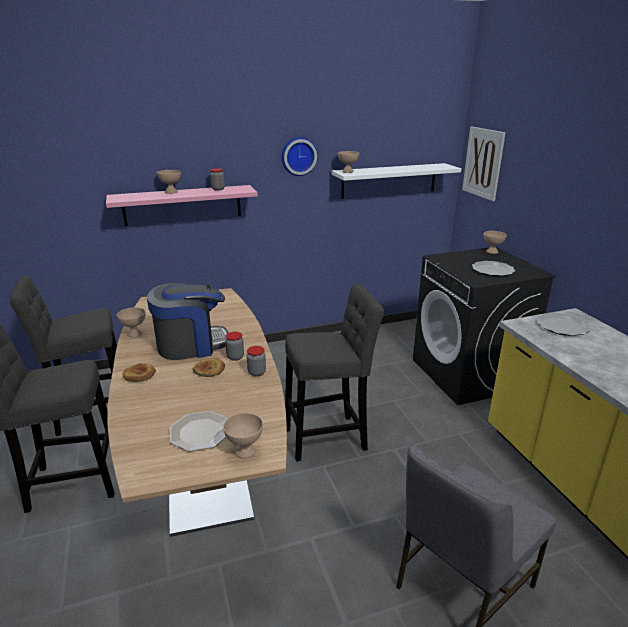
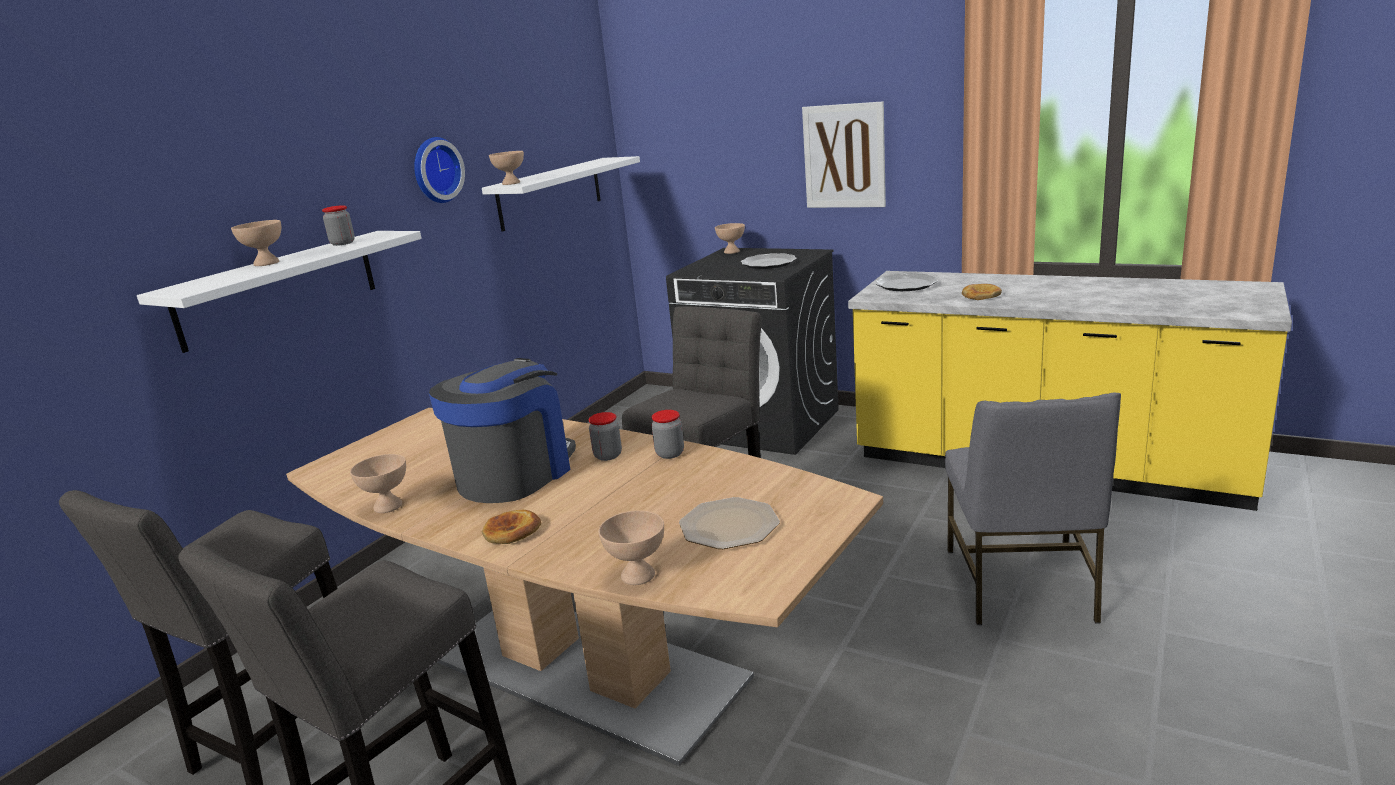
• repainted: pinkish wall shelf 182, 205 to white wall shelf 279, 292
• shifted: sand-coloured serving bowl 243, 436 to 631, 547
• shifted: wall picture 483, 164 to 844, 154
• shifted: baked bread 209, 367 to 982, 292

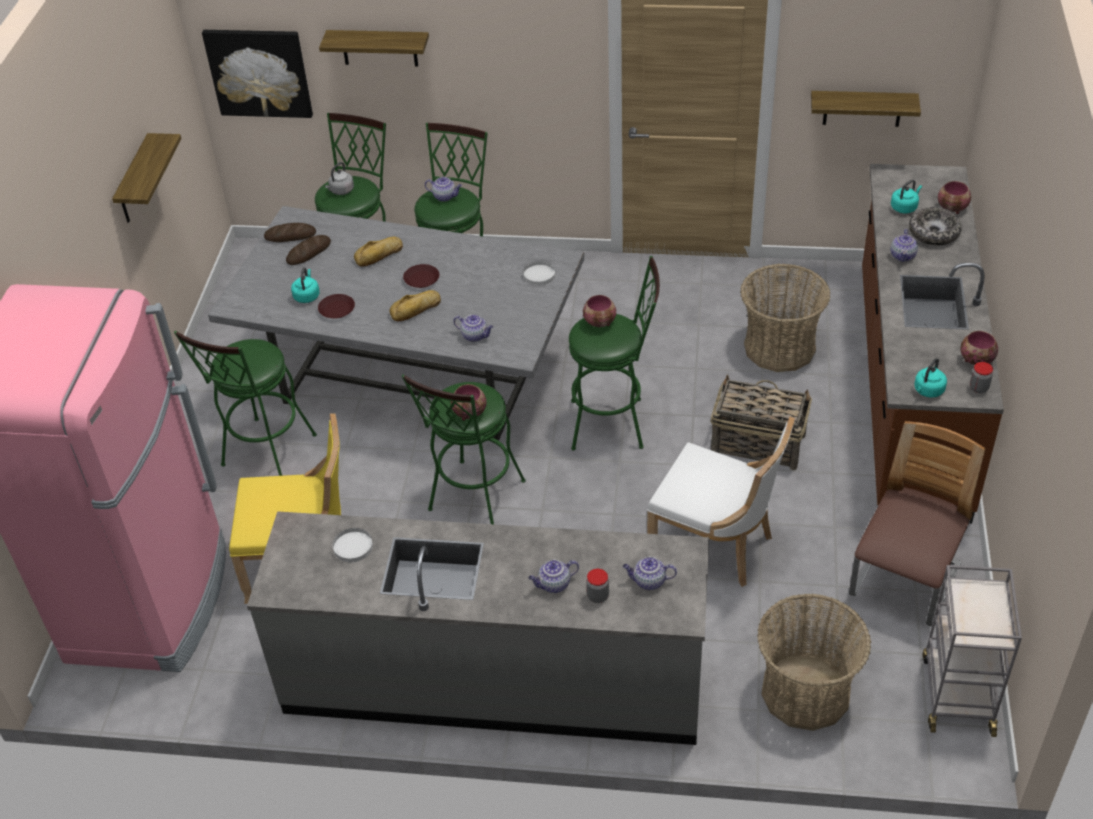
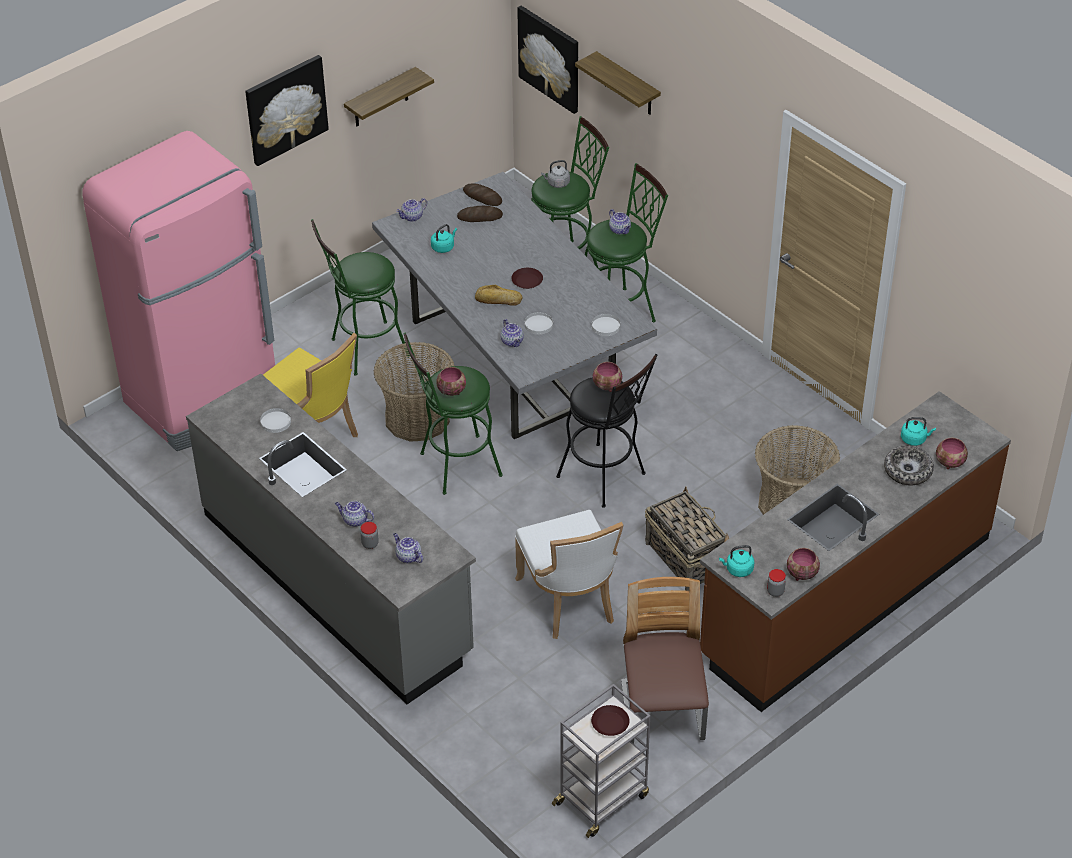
• new: wall picture 287, 110
• shifted: basket 814, 662 to 414, 392
• shifted: tea pot 904, 245 to 411, 210
• new: white plate 539, 323
• repainted: greenish stool 614, 353 to black stool 606, 431
• shifted: brown-coloured plate 336, 306 to 610, 720
• rotated: chair 917, 523 = 665, 660 75 degrees counterclockwise
• gone: baked bread 378, 251
• gone: wall shelf 866, 109

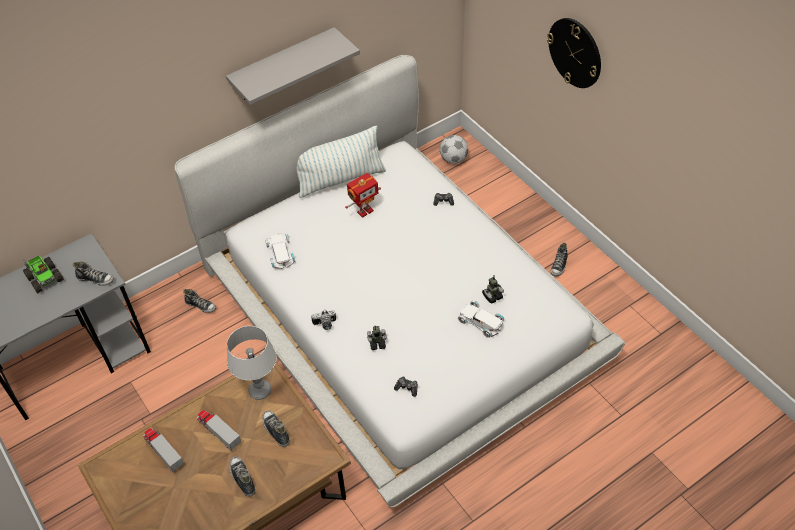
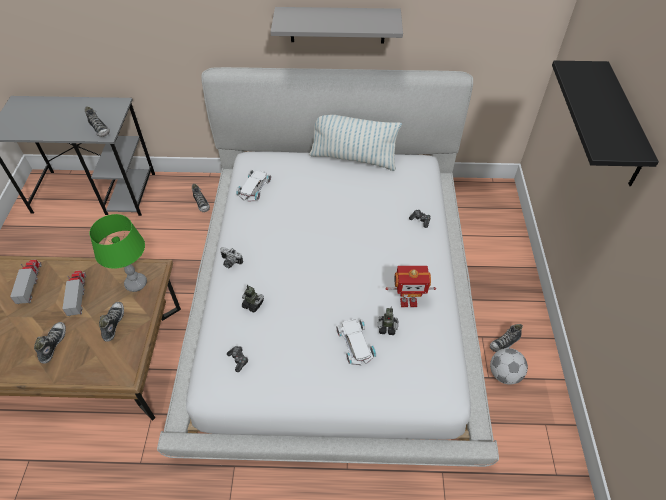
• repainted: greyish lamp for a table 252, 363 to greenish lamp for a table 118, 253
• shifted: robot figure 363, 195 to 410, 286
• shifted: ball for football 454, 149 to 509, 366
• swapped: clock on the wall 574, 53 to black wall shelf 605, 123
• gone: toy lorry 43, 274

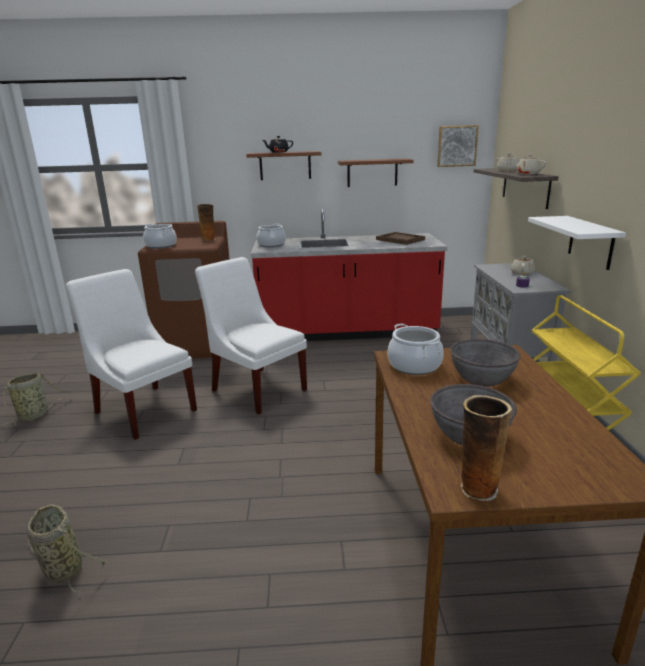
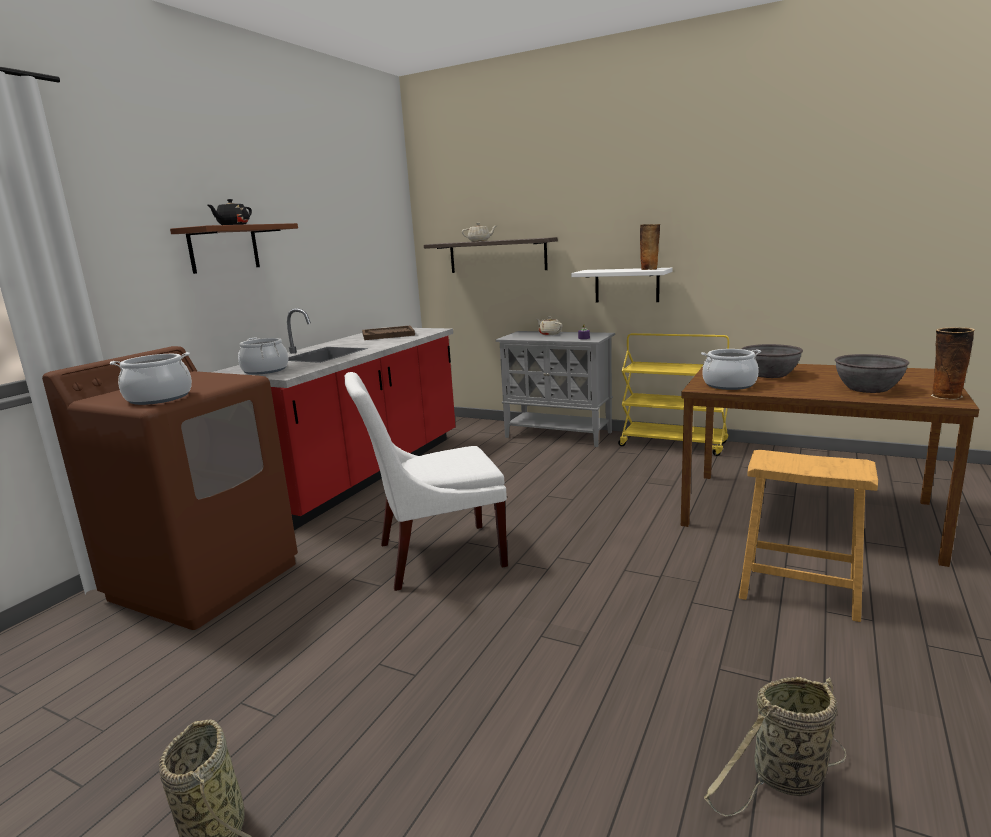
• shifted: vase 206, 222 to 650, 247
• new: brown-coloured stool 808, 536
• gone: white chair 131, 354
• gone: brown-coloured wall shelf 376, 173
• gone: wall picture 458, 146
• gone: sand-coloured tea pot 530, 164

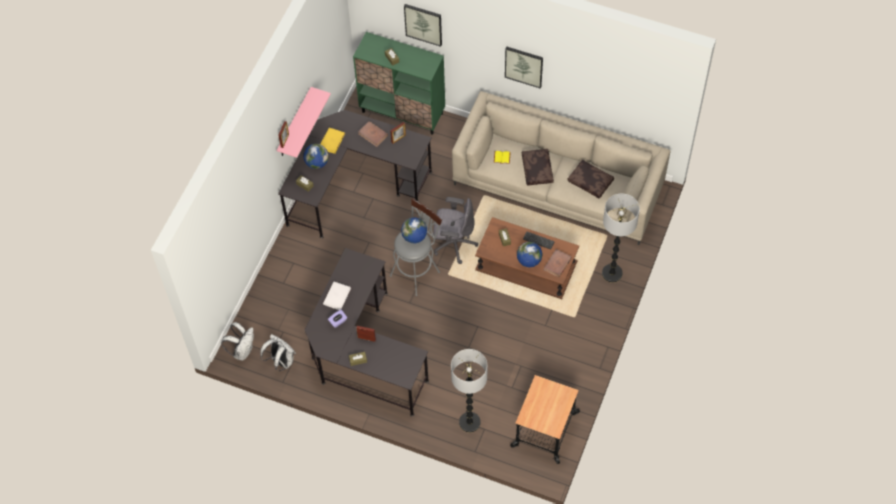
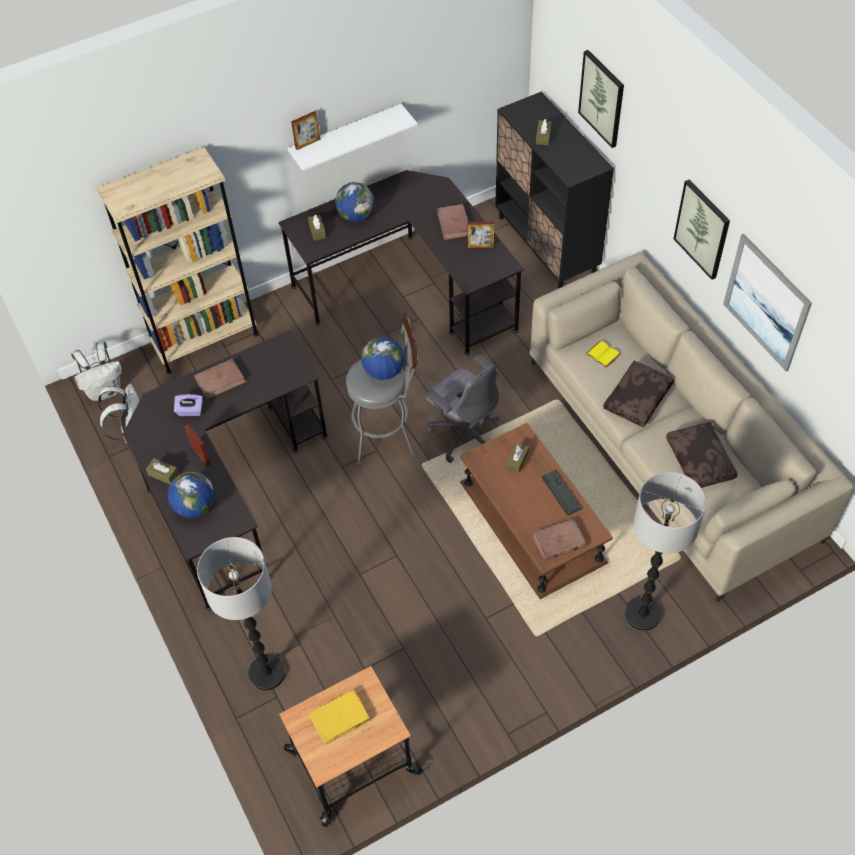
• new: sand-coloured bookshelf 178, 260
• shifted: globe 530, 254 to 191, 495
• repainted: white volume 337, 296 to brown-coloured volume 220, 379
• repainted: pinkish wall shelf 304, 122 to white wall shelf 352, 137
• shifted: yellow-coloured volume 332, 141 to 339, 717
• repainted: greenish cabinet 399, 83 to black cabinet 554, 190
• new: wall picture 767, 302

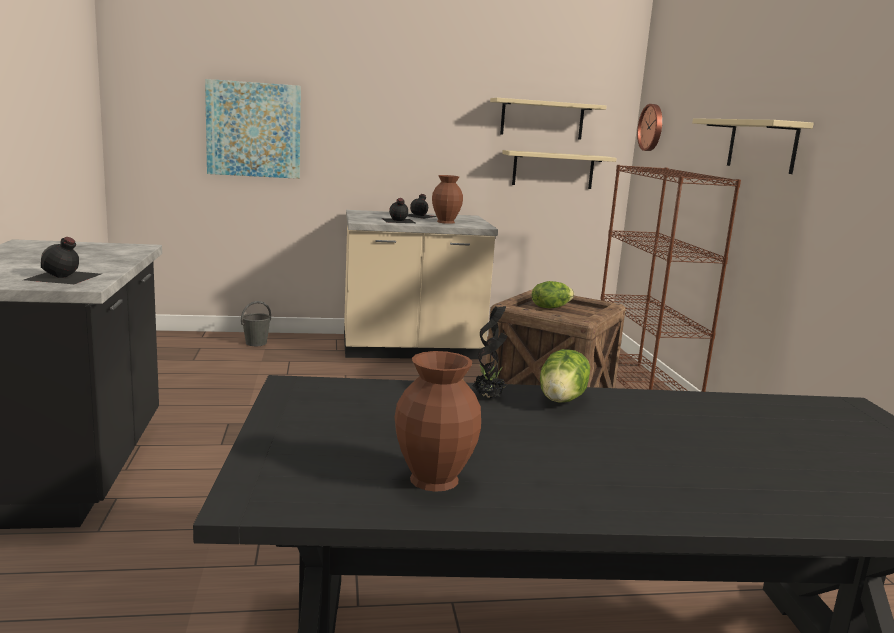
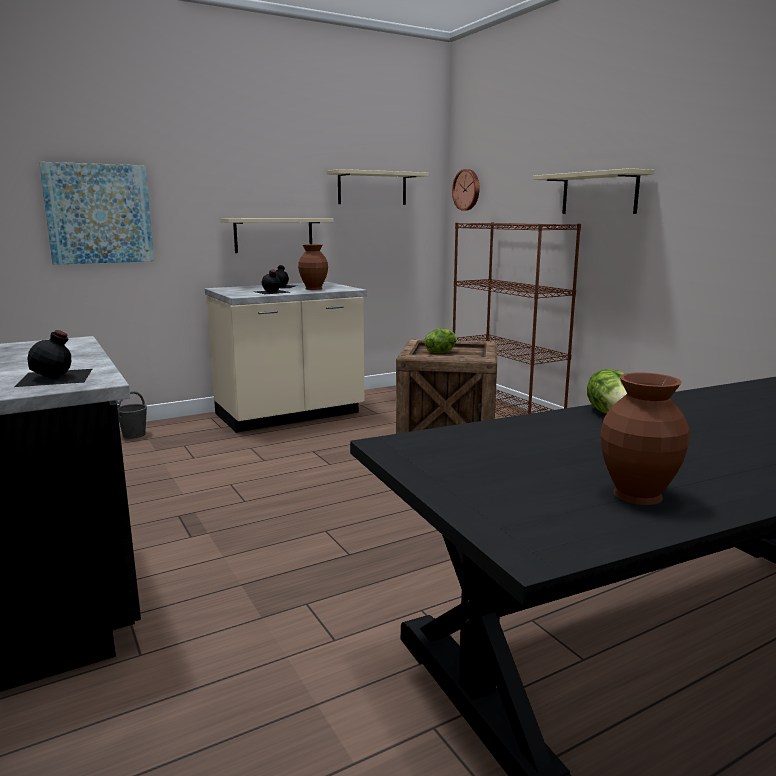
• shifted: sand-coloured wall shelf 559, 169 to 277, 235
• gone: houseplant 489, 352

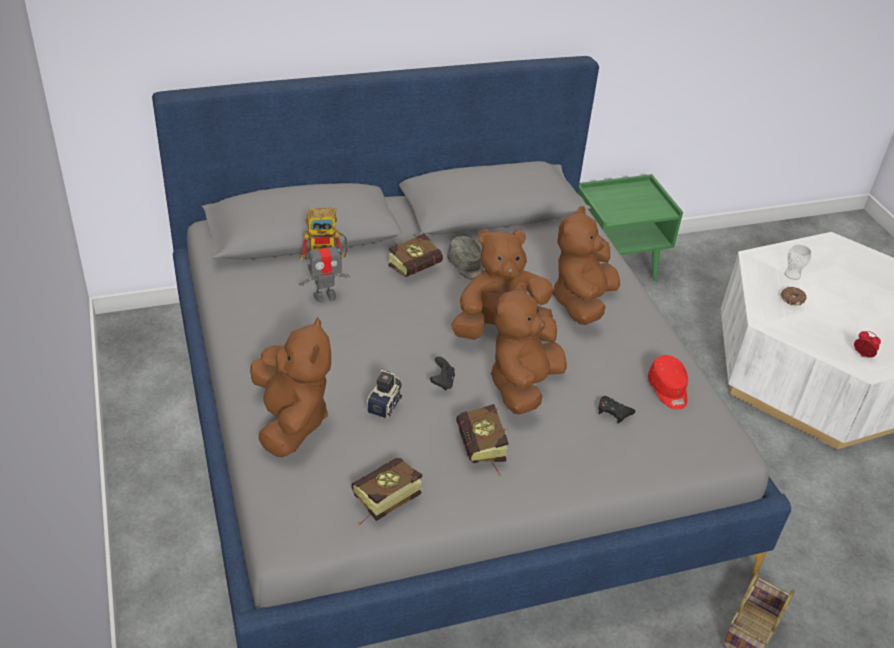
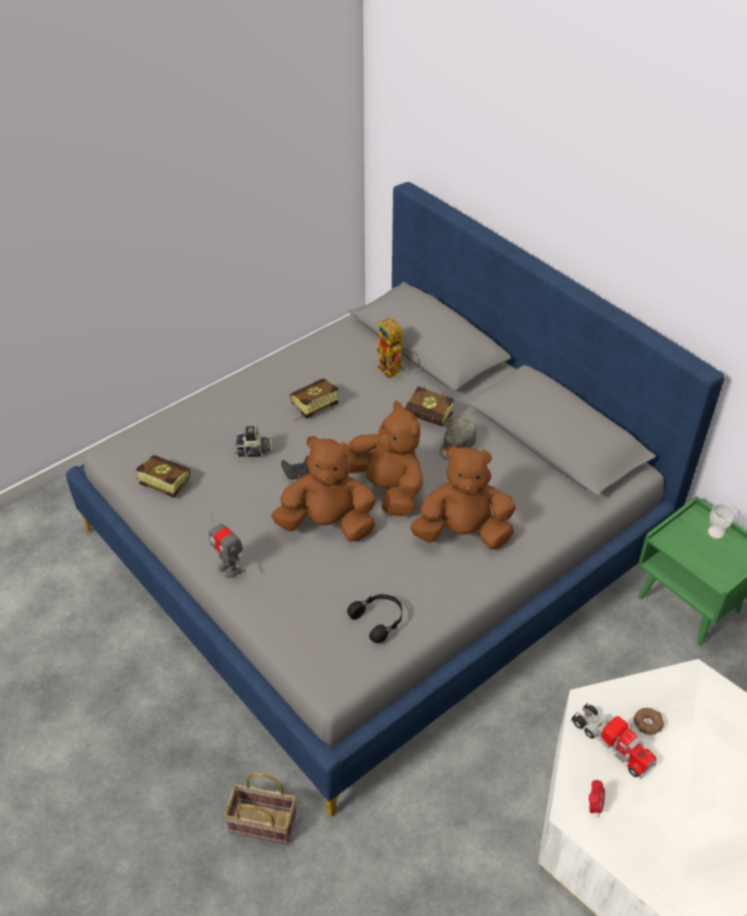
• shifted: robot figure 324, 271 to 227, 546
• shifted: volume 482, 440 to 314, 400
• swapped: red-coloured baseball cap 668, 382 to black pair of headphones 374, 618
• new: toy lorry 614, 741
• shifted: drinking cup 798, 262 to 721, 521
• gone: brown-coloured cuddly toy 290, 387
• gone: black gamepad 617, 410

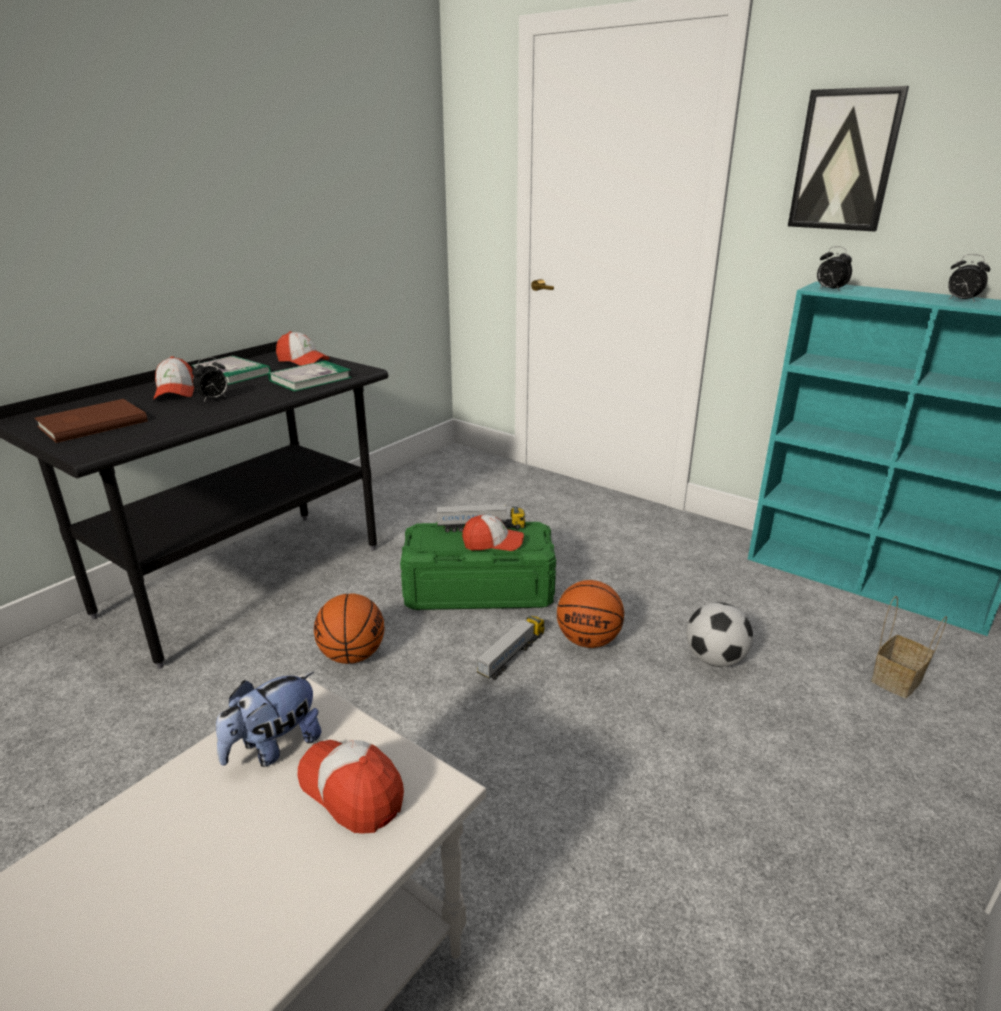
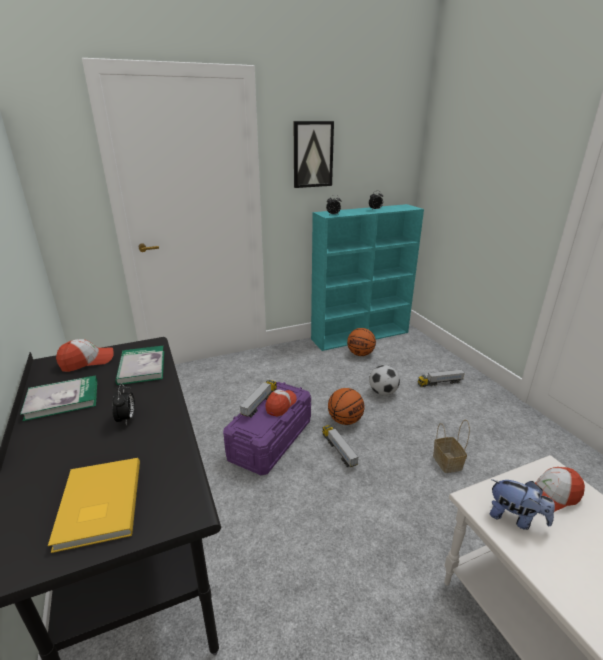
• repainted: brown-coloured volume 91, 421 to yellow-coloured volume 94, 505
• repainted: greenish storage container 478, 565 to purplish storage container 267, 428
• shifted: basketball 349, 628 to 361, 342
• new: toy lorry 441, 378
• shifted: basket 909, 647 to 451, 446
• rotated: cuddly toy 268, 719 = 522, 504 45 degrees counterclockwise
• gone: baseball cap 173, 377

